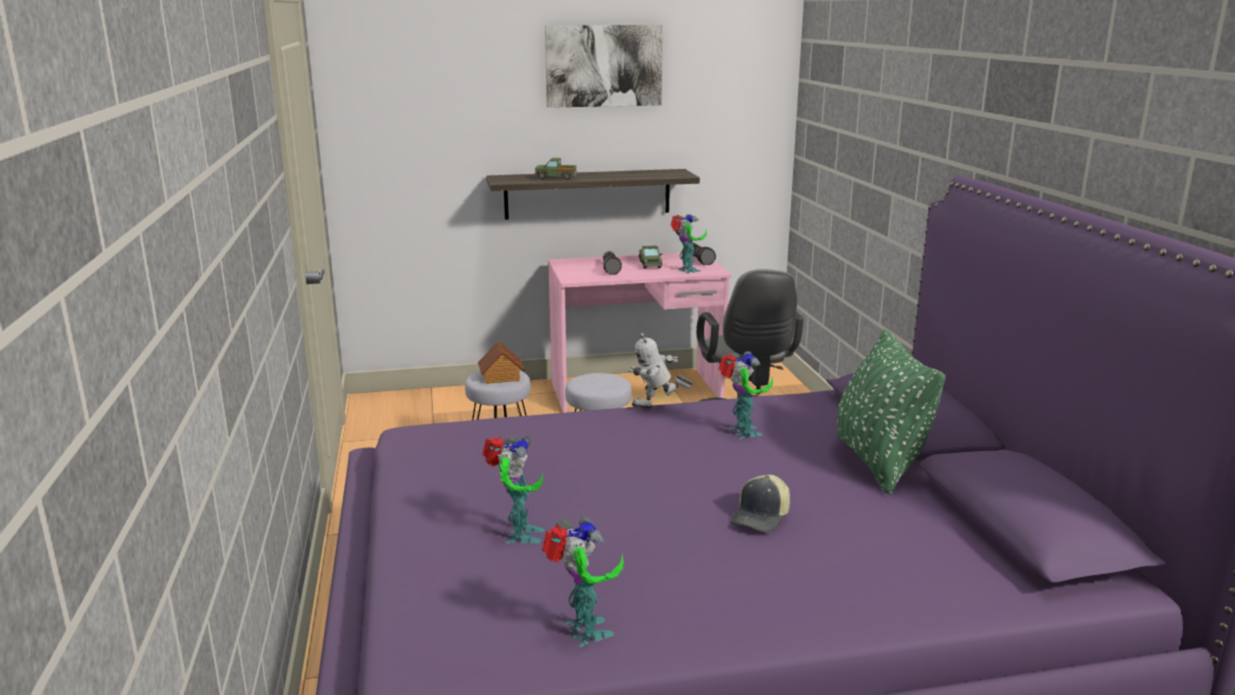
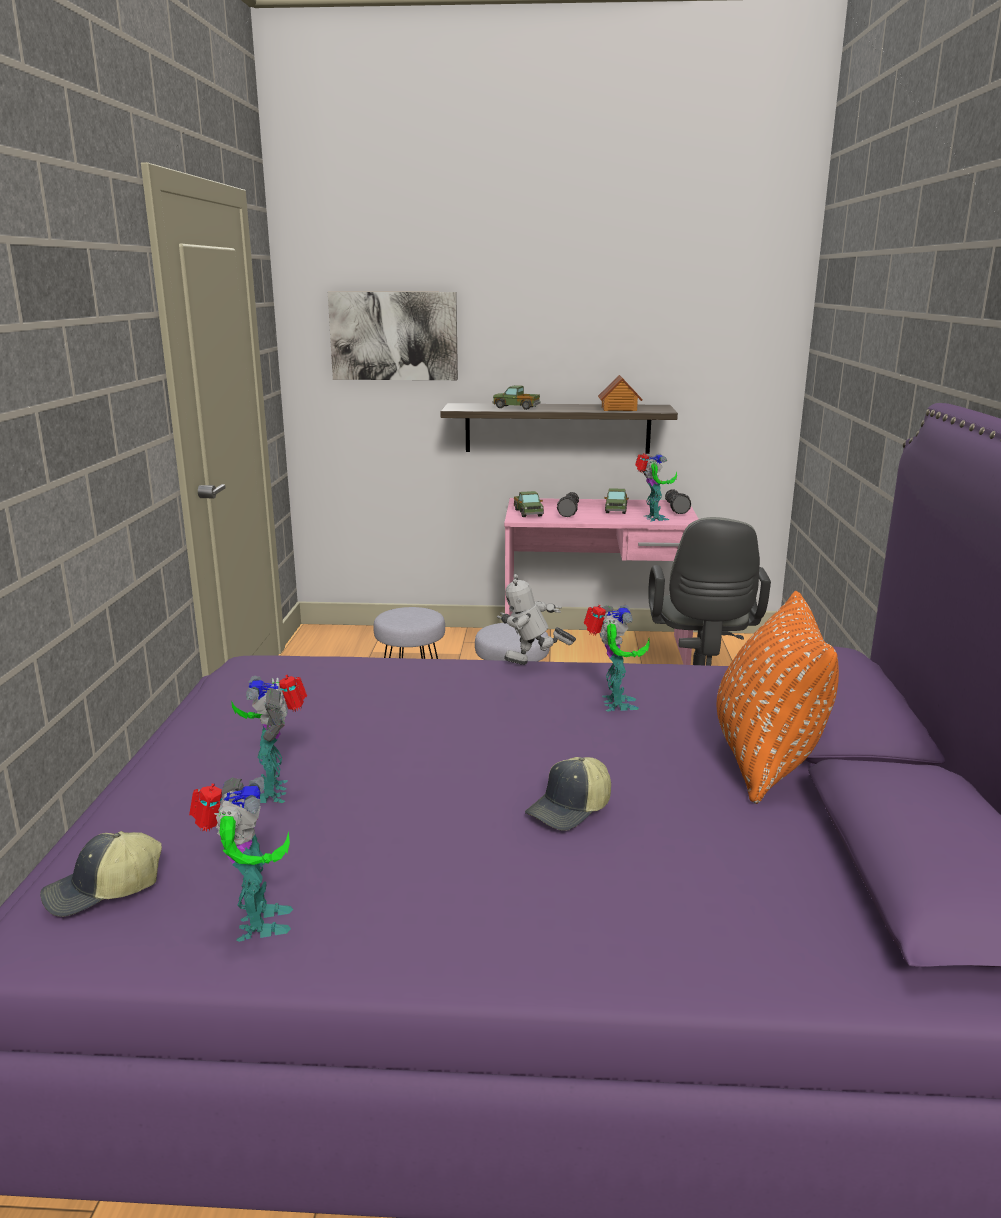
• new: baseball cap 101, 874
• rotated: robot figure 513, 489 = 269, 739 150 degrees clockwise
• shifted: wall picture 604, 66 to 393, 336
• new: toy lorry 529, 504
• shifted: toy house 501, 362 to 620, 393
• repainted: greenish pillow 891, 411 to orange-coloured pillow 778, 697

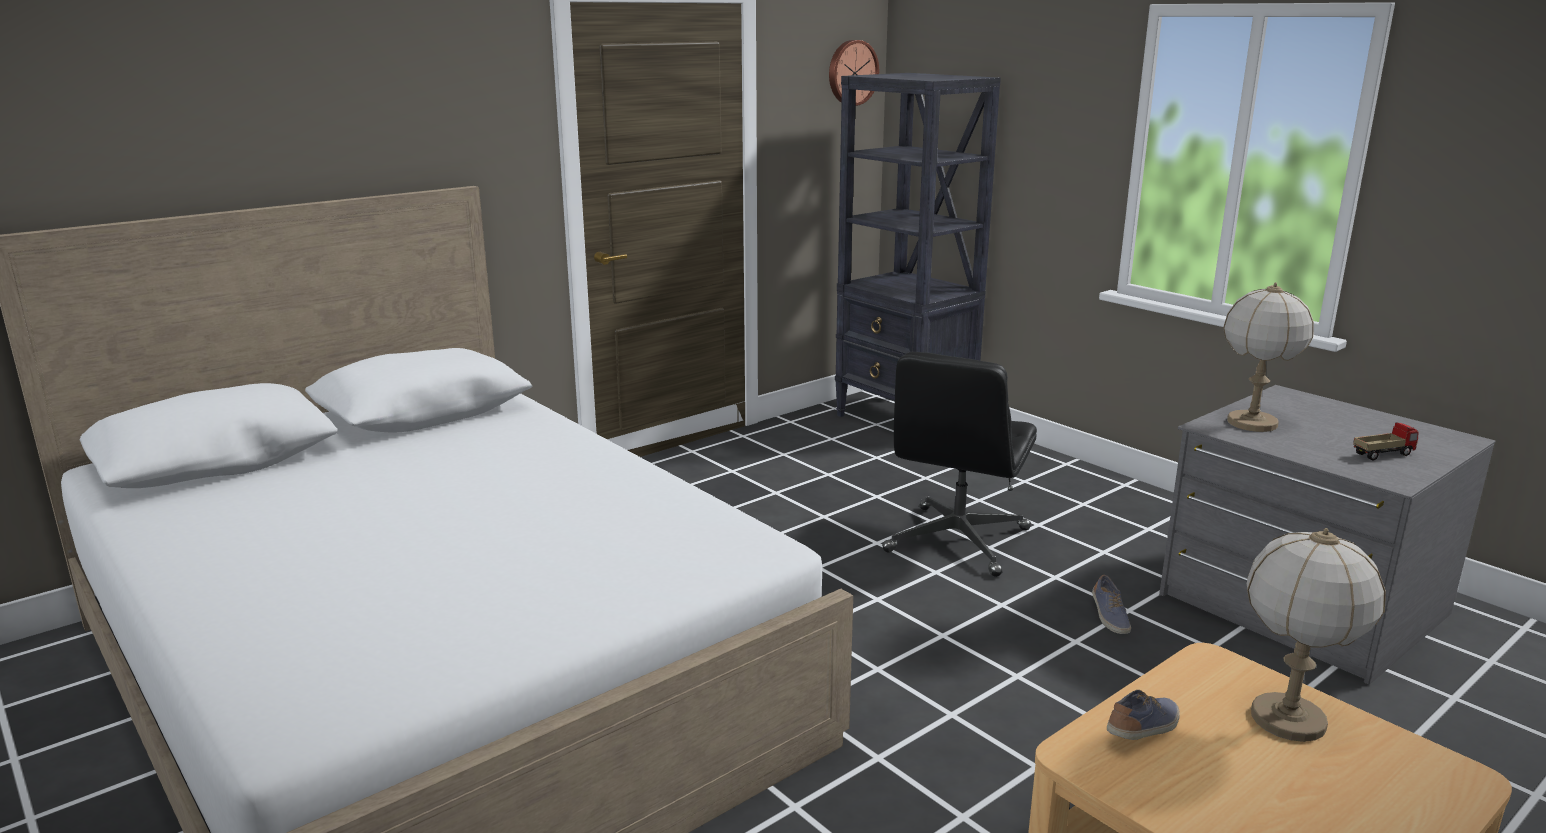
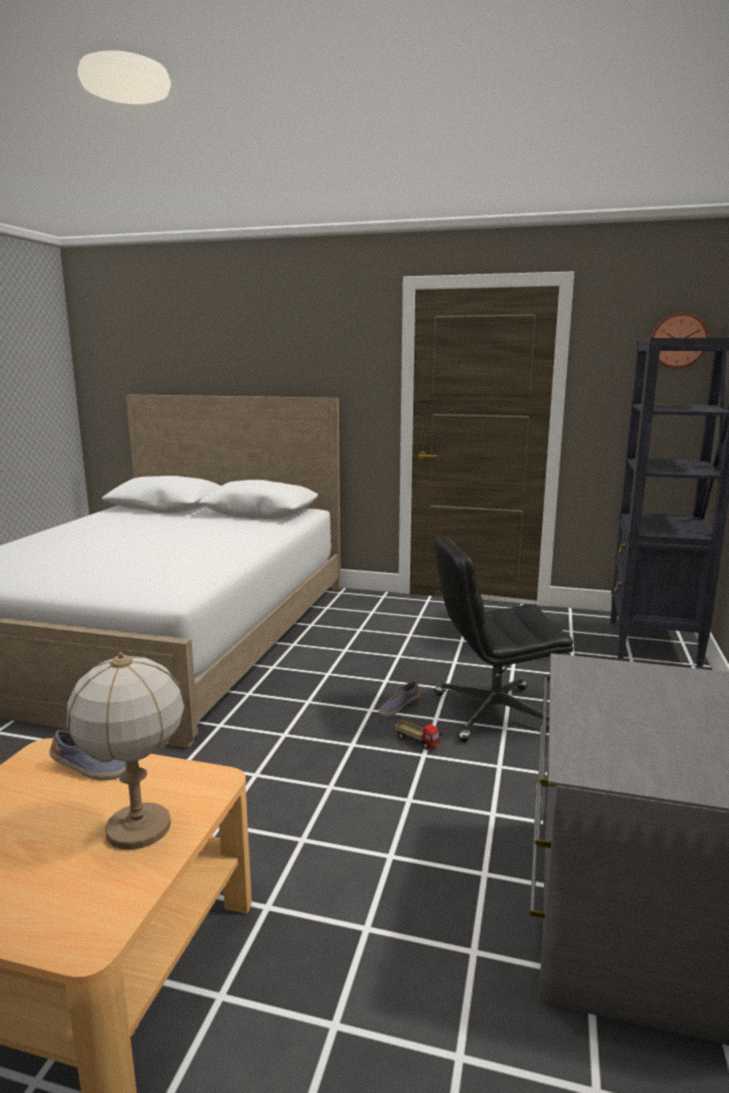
• shifted: shoe 1111, 604 to 399, 698
• shifted: toy lorry 1386, 442 to 418, 735
• gone: lamp for a table 1268, 357

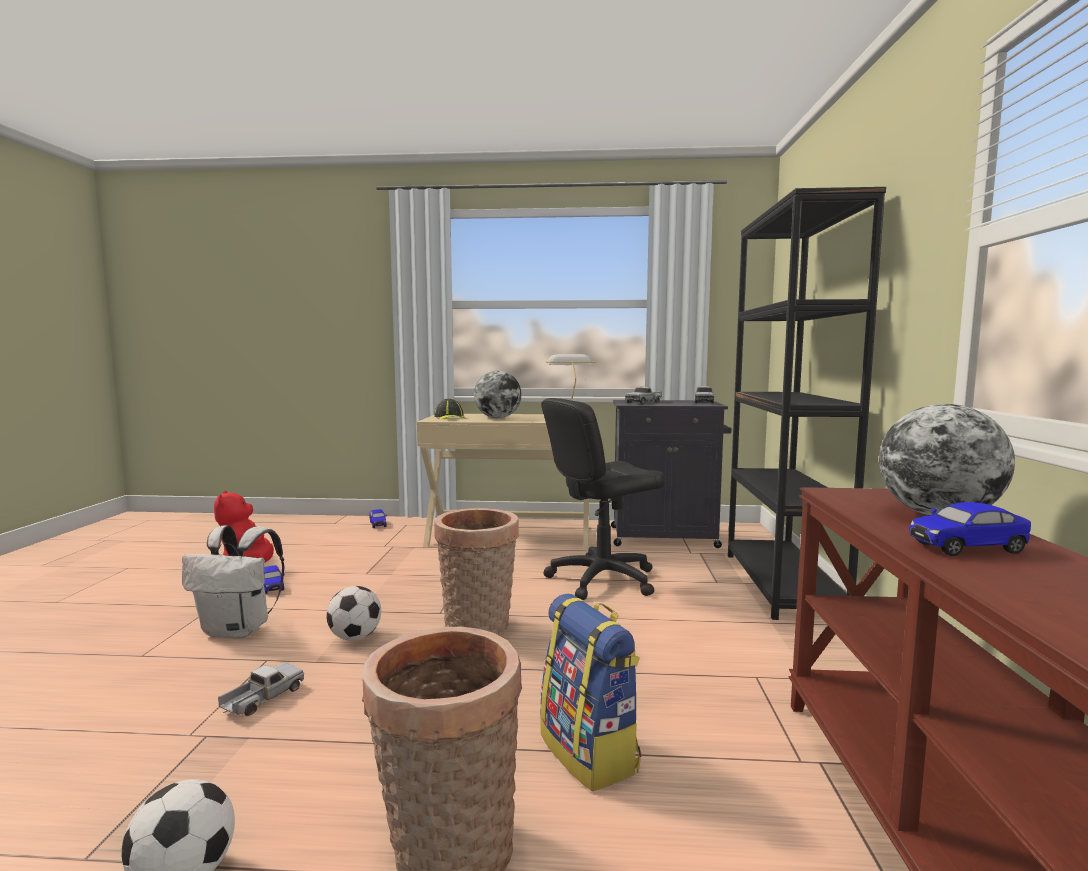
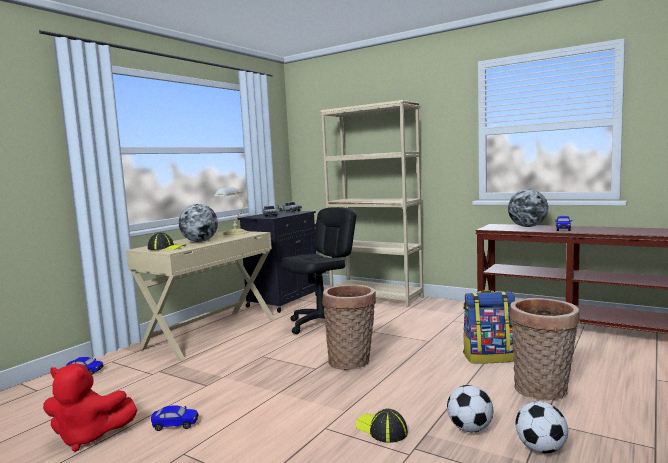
• rotated: black office chair 603, 499 = 318, 270 135 degrees counterclockwise
• repainted: black bookshelf 807, 403 to sand-coloured bookshelf 372, 203
• swapped: toy lorry 261, 689 to baseball cap 382, 426
• shifted: ball for football 353, 613 to 470, 409
• gone: white rucksack 233, 581

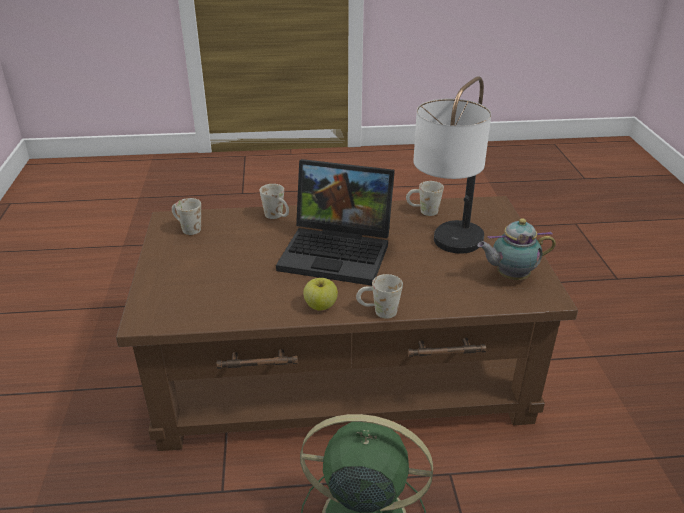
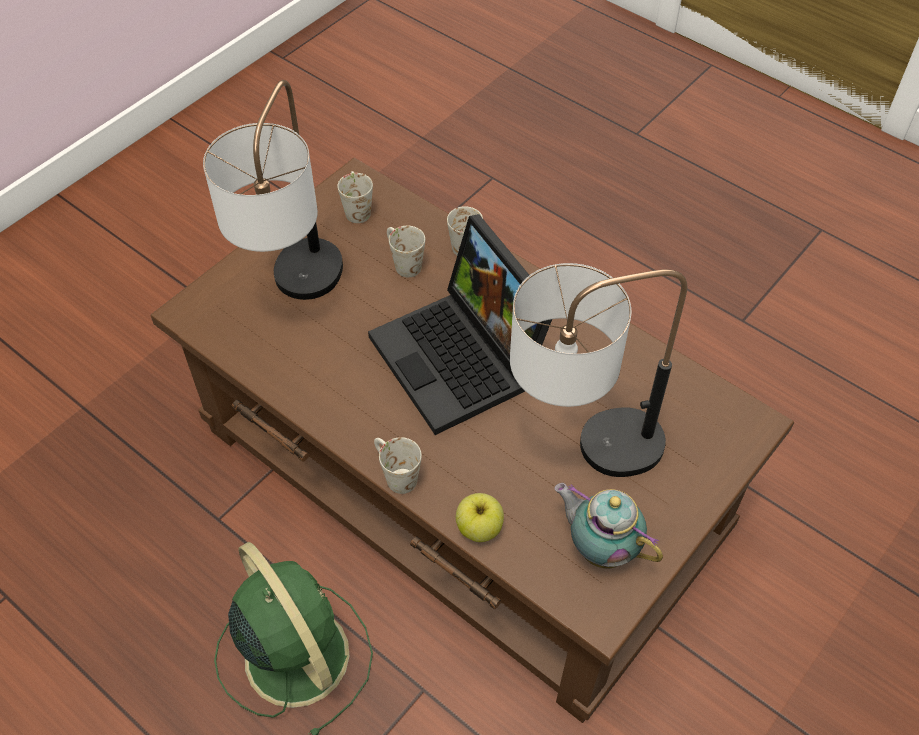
• new: lamp for a table 273, 190
• shifted: white mug 425, 198 to 406, 251
• shifted: apple fruit 320, 294 to 480, 517

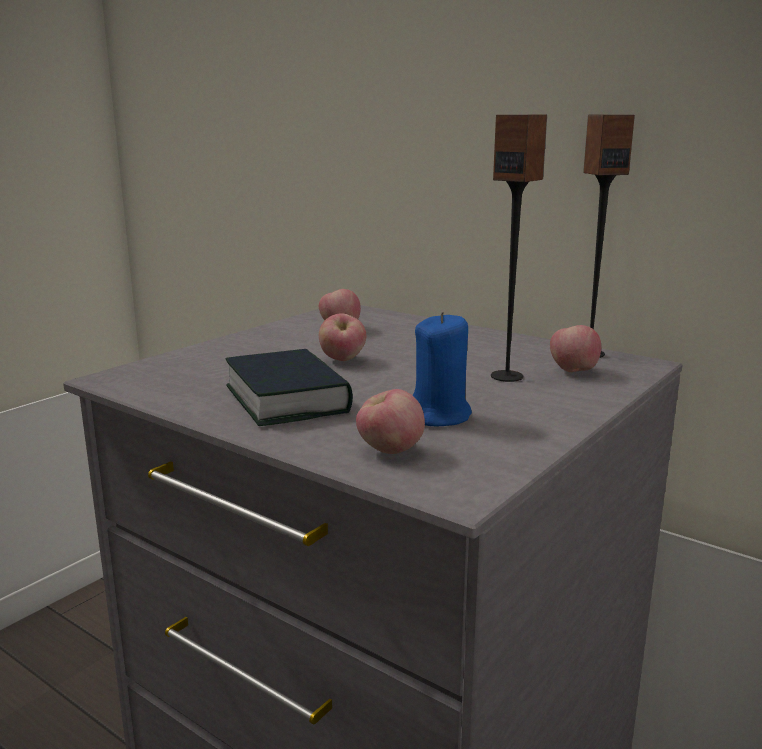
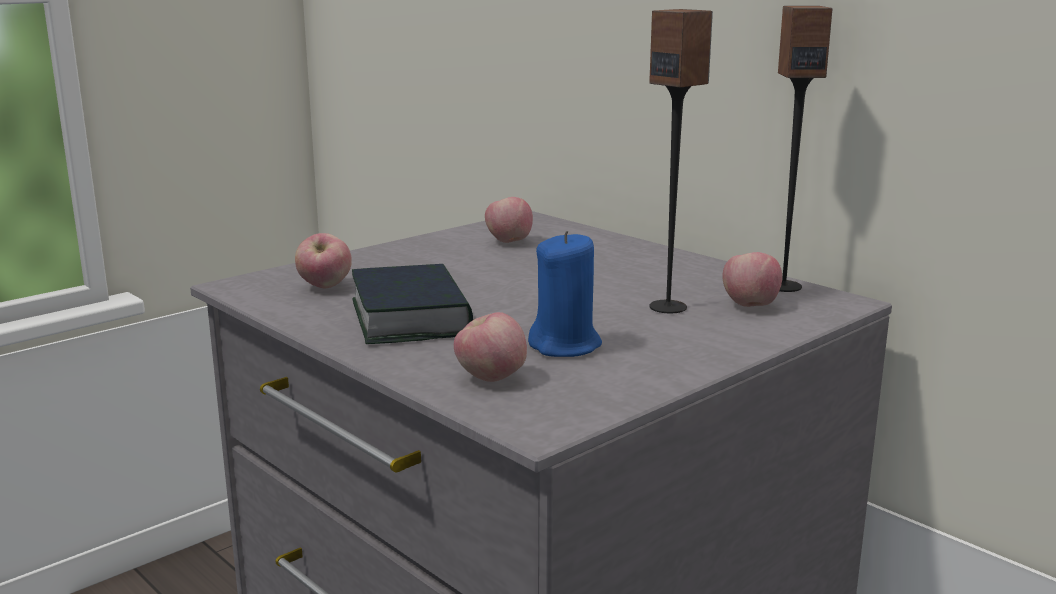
• shifted: apple fruit 342, 337 to 323, 260

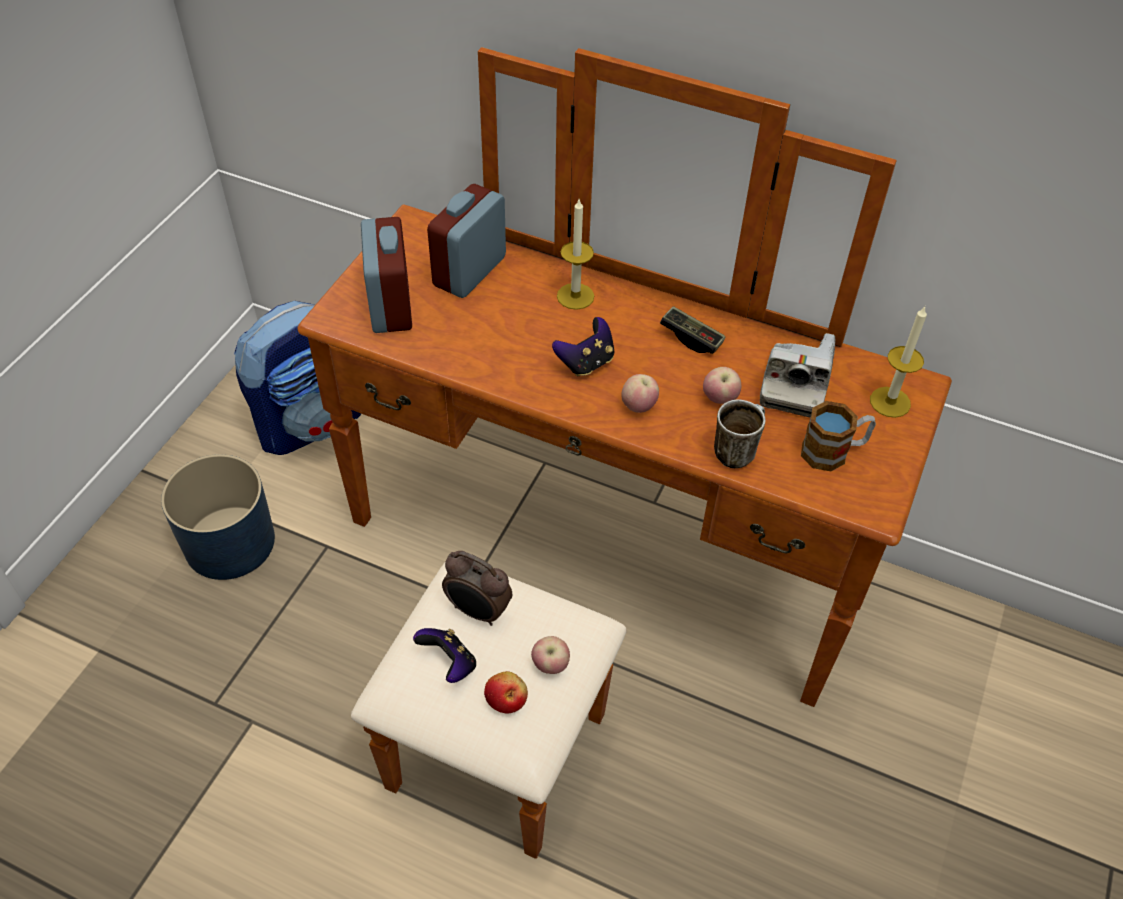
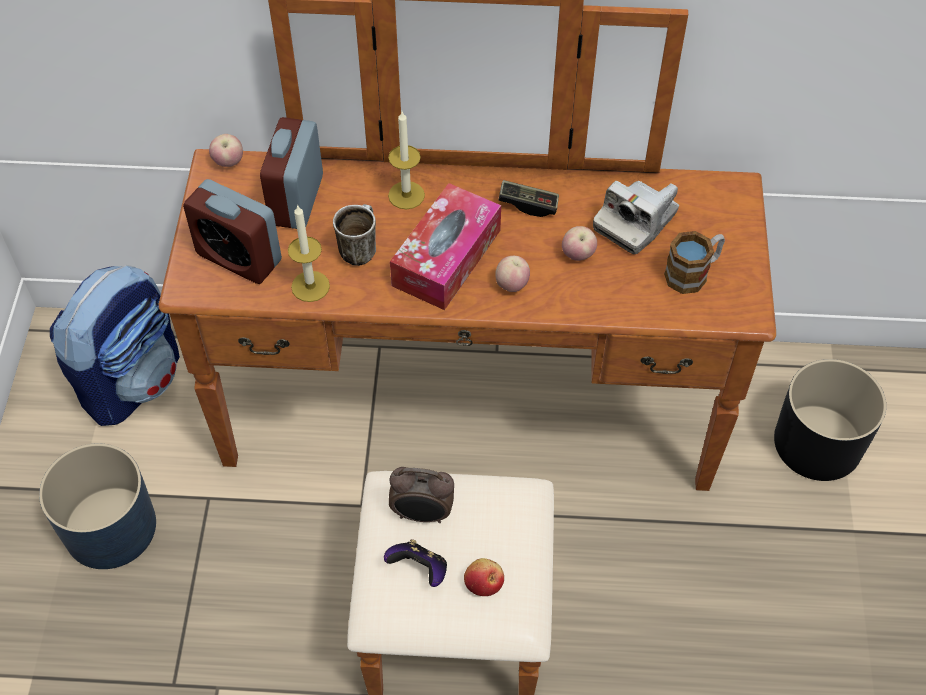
• rotated: table clock 386, 275 = 232, 231 150 degrees clockwise
• shifted: apple fruit 550, 655 to 226, 150
• shifted: wax light 898, 362 to 309, 253
• shifted: mug 739, 434 to 354, 235
• swapped: gamepad 583, 347 to box of tissues 445, 246
• rotated: still camera 798, 375 = 636, 217 45 degrees clockwise
• new: black planter 830, 420

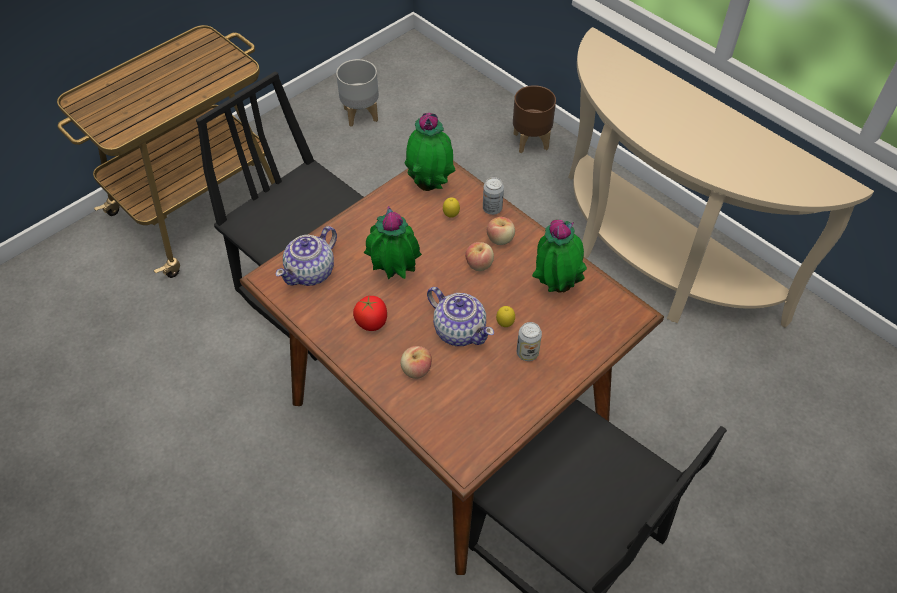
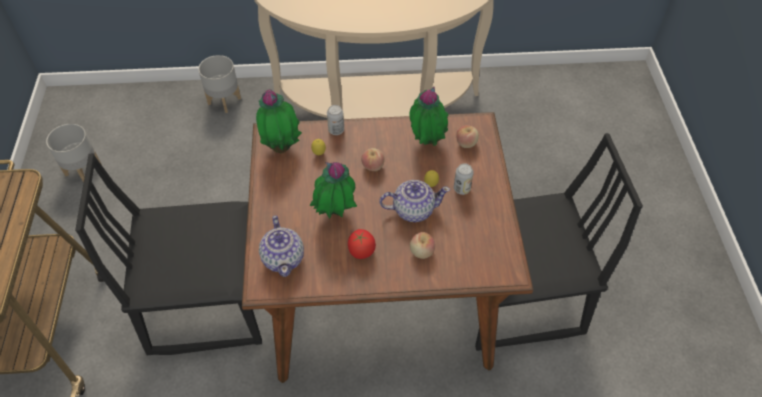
• repainted: brown-coloured planter 534, 119 to greyish planter 219, 84
• shifted: apple fruit 501, 231 to 467, 136

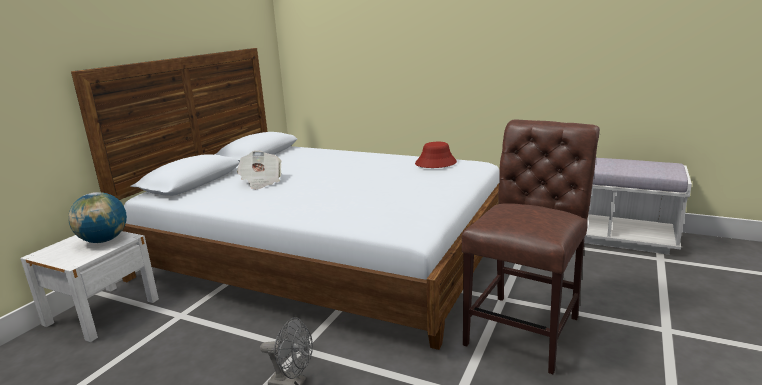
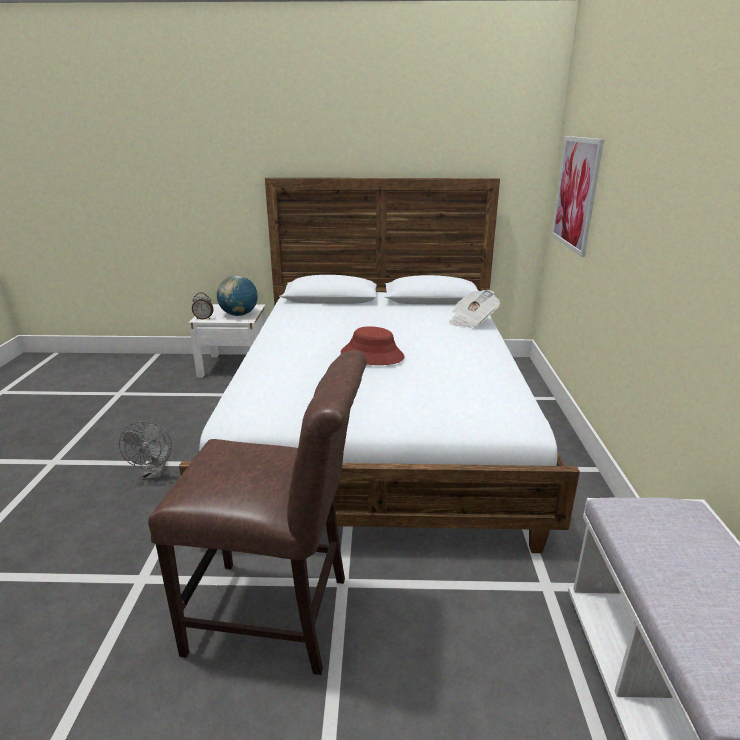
• new: table clock 202, 306
• shifted: red-coloured clothing hat 436, 155 to 373, 345
• shifted: printed paper 259, 170 to 474, 308
• new: wall picture 577, 196

